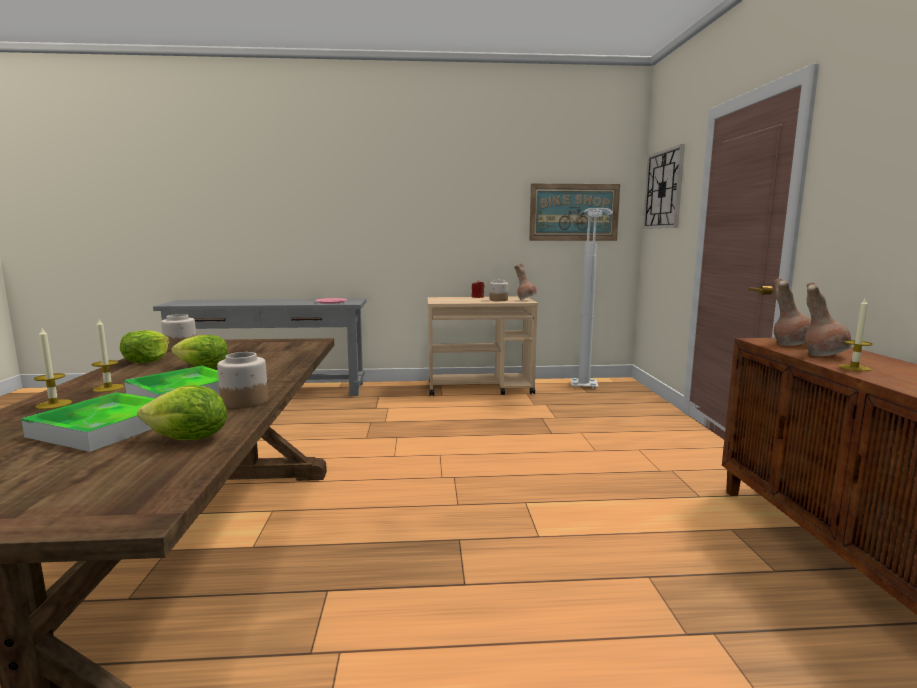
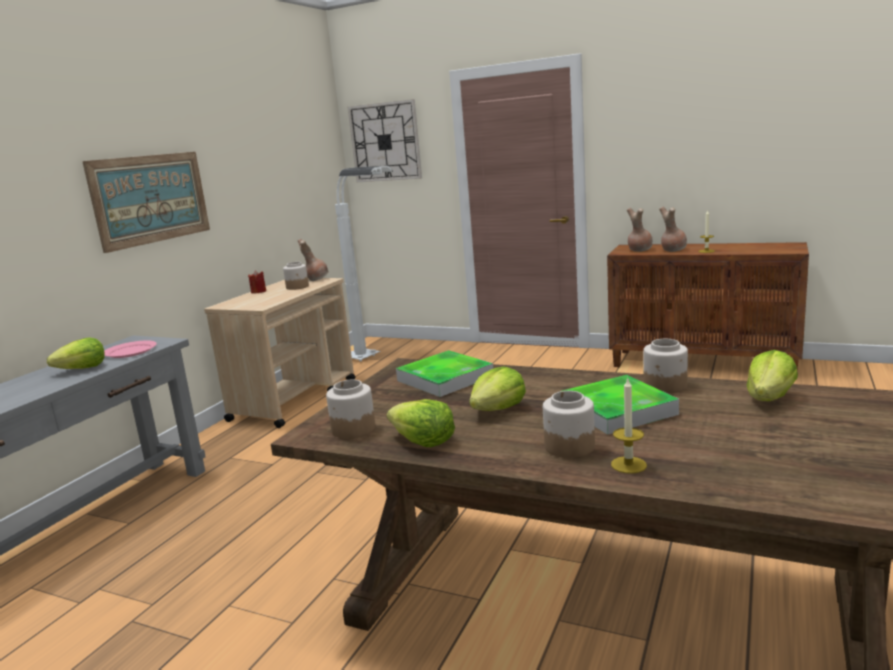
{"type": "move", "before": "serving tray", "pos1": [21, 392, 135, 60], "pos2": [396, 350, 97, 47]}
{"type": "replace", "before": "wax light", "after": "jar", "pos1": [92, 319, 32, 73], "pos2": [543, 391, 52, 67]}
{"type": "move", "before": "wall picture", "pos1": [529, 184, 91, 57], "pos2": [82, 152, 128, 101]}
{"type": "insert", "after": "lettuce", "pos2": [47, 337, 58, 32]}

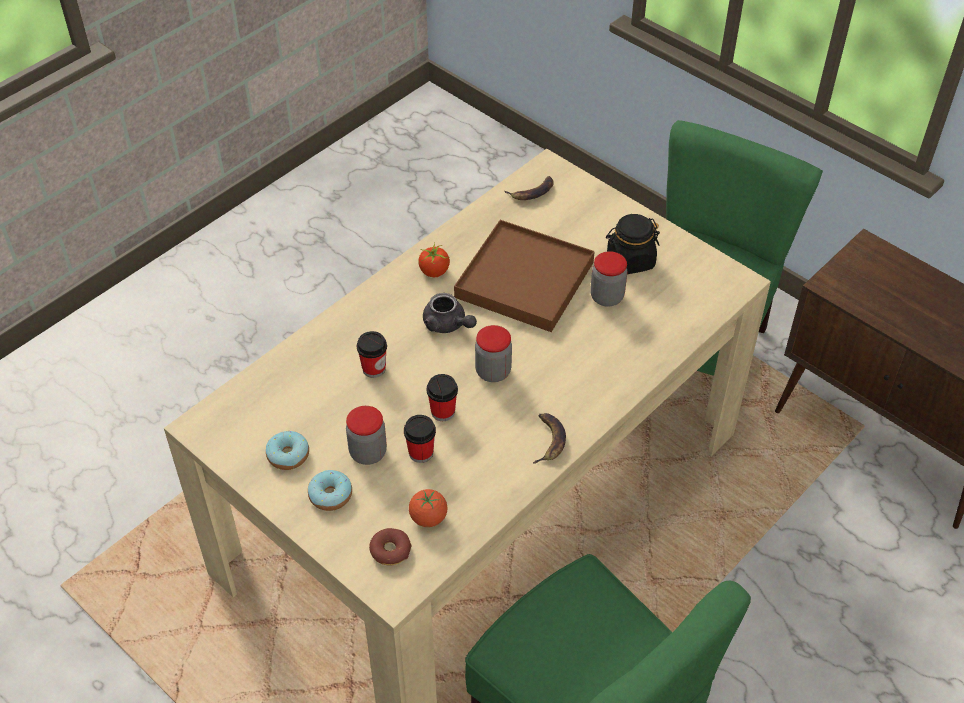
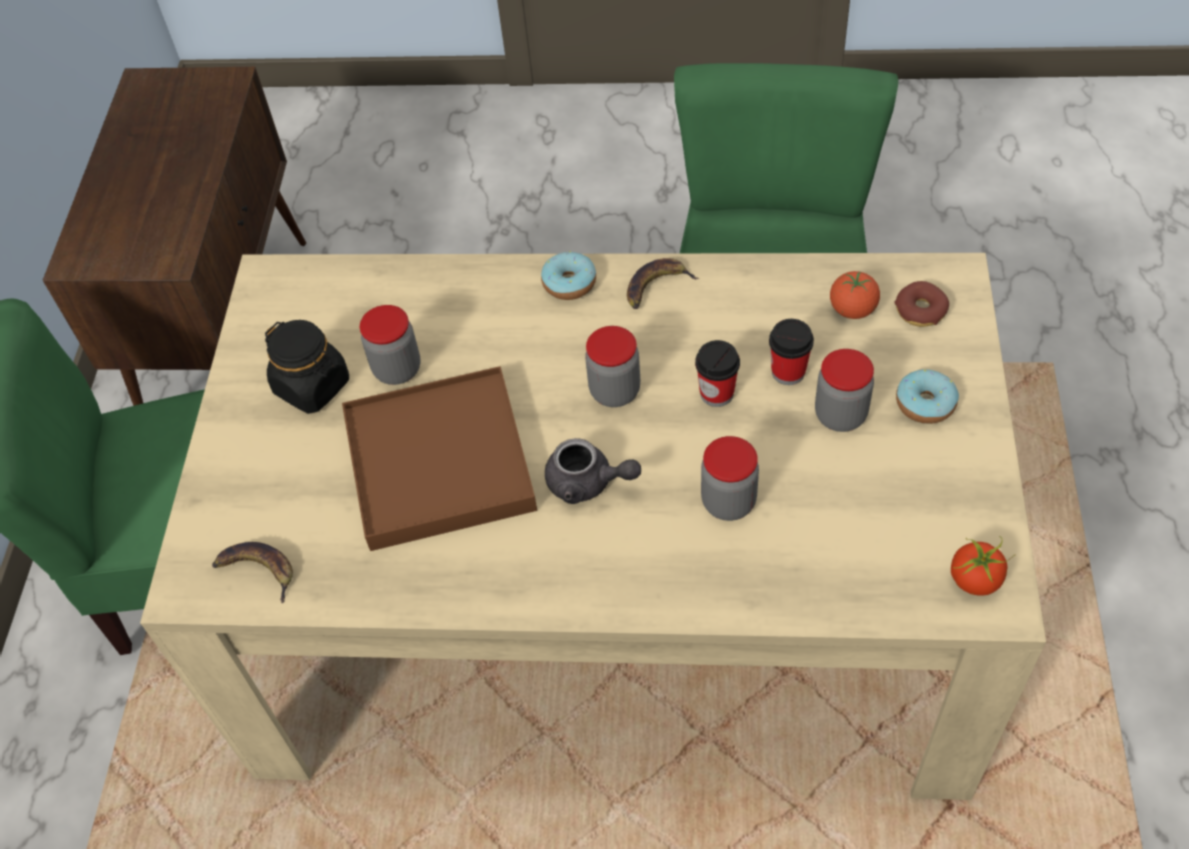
{"type": "move", "before": "donut", "pos1": [266, 431, 43, 39], "pos2": [541, 251, 55, 49]}
{"type": "replace", "before": "small cup", "after": "jar", "pos1": [357, 331, 30, 47], "pos2": [701, 436, 58, 85]}
{"type": "move", "before": "tomato", "pos1": [418, 243, 32, 35], "pos2": [951, 536, 64, 59]}
{"type": "rotate", "before": "greyish teapot", "pos1": [423, 293, 54, 40], "pos2": [545, 438, 96, 66], "turn": 105}

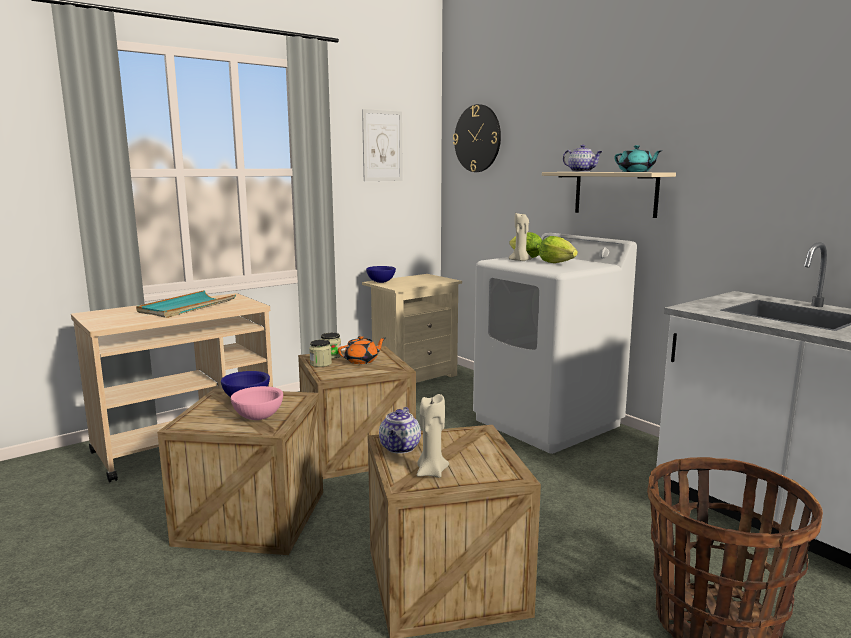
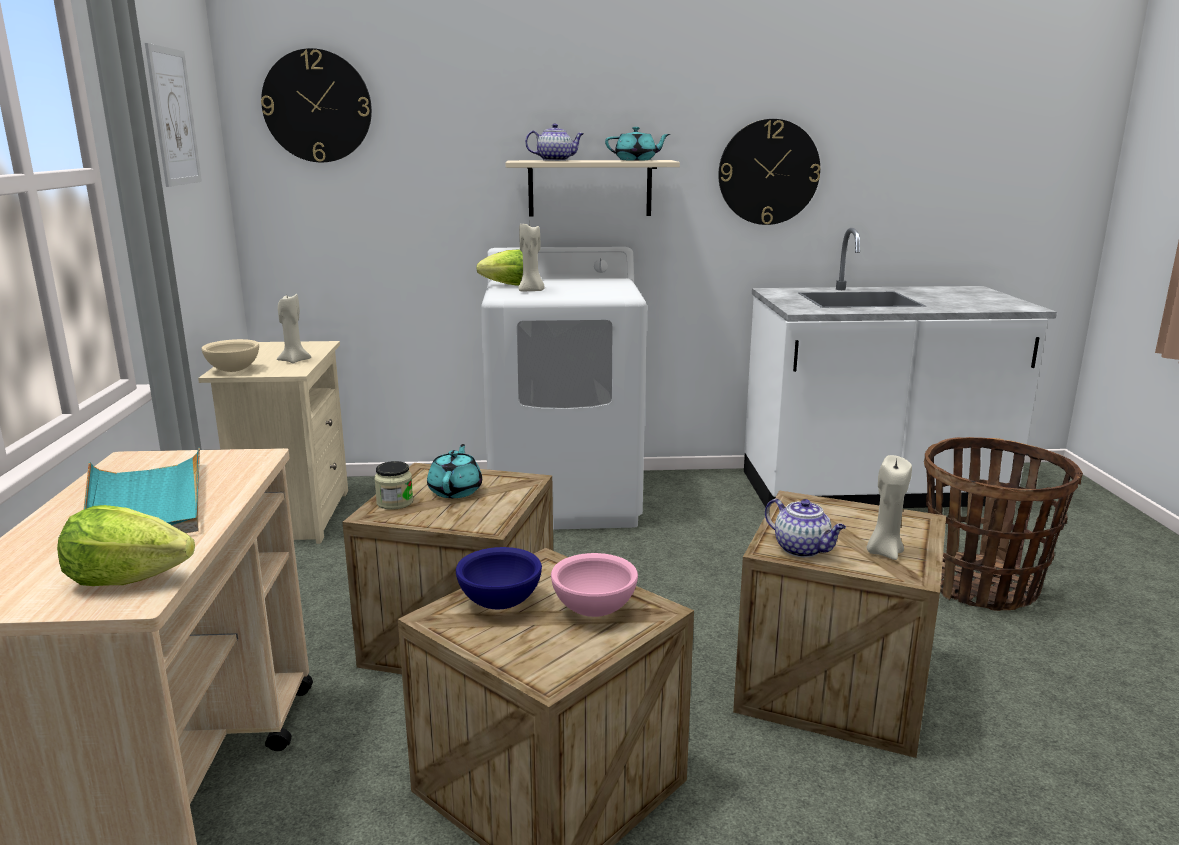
{"type": "delete", "before": "jar", "pos1": [309, 340, 23, 27]}
{"type": "recolor", "before": "orangey teapot", "after": "blue-green teapot", "pos1": [338, 336, 47, 28], "pos2": [427, 444, 55, 54]}
{"type": "recolor", "before": "blue-coloured serving bowl", "after": "beige-coloured serving bowl", "pos1": [366, 266, 30, 17], "pos2": [202, 339, 57, 33]}
{"type": "move", "before": "lettuce", "pos1": [539, 236, 39, 27], "pos2": [57, 505, 138, 81]}
{"type": "insert", "after": "beige-coloured wax light", "pos2": [277, 294, 34, 70]}
{"type": "insert", "after": "hanging clock", "pos2": [718, 119, 102, 106]}

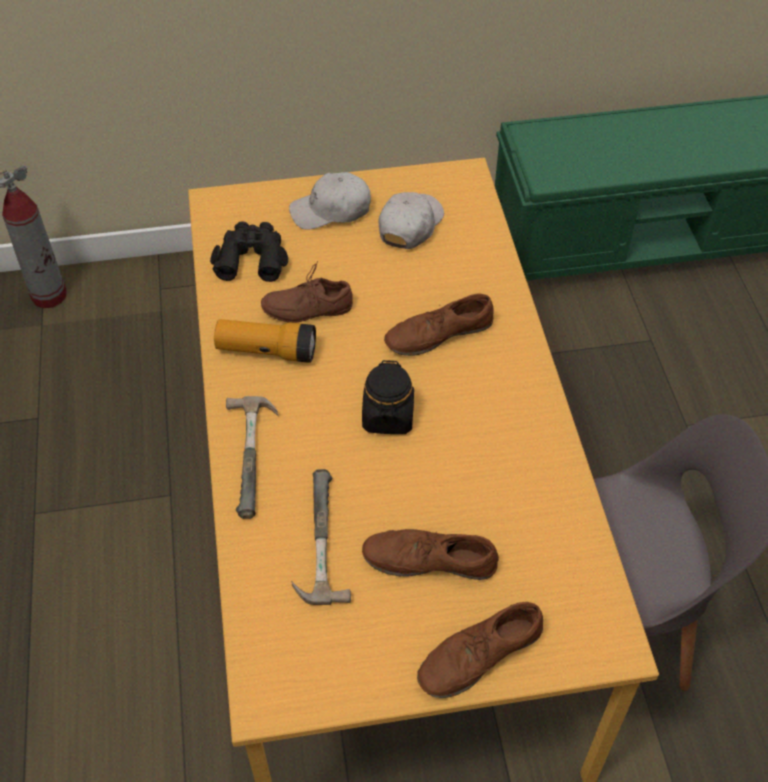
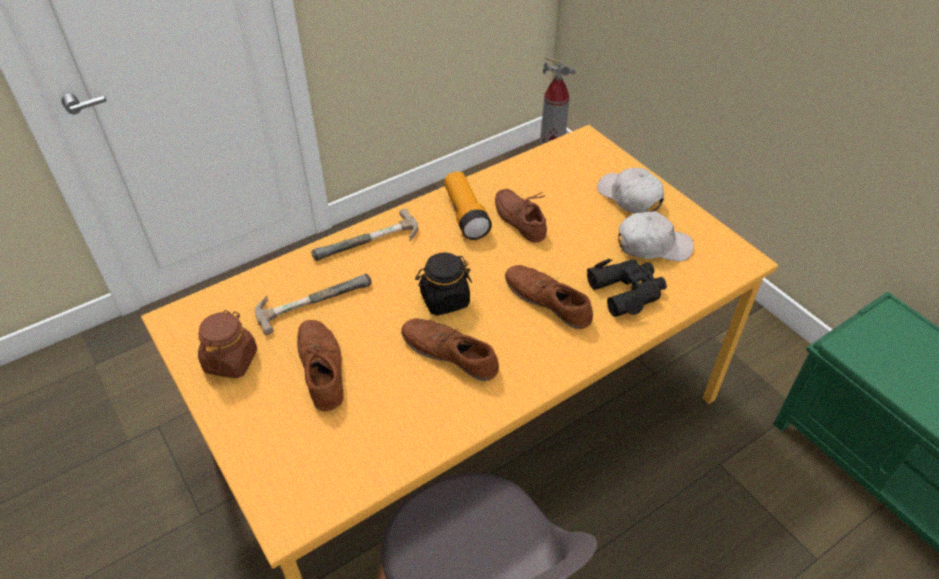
{"type": "move", "before": "blackish pair of binoculars", "pos1": [210, 221, 78, 61], "pos2": [587, 259, 80, 58]}
{"type": "move", "before": "brown-coloured low shoe", "pos1": [417, 602, 126, 96], "pos2": [401, 318, 98, 63]}
{"type": "insert", "after": "brown-coloured jar", "pos2": [198, 310, 59, 68]}

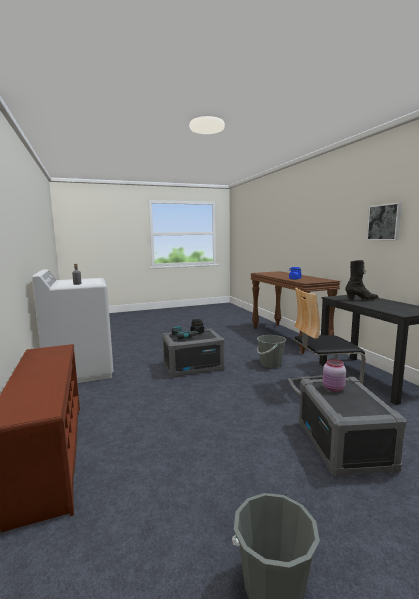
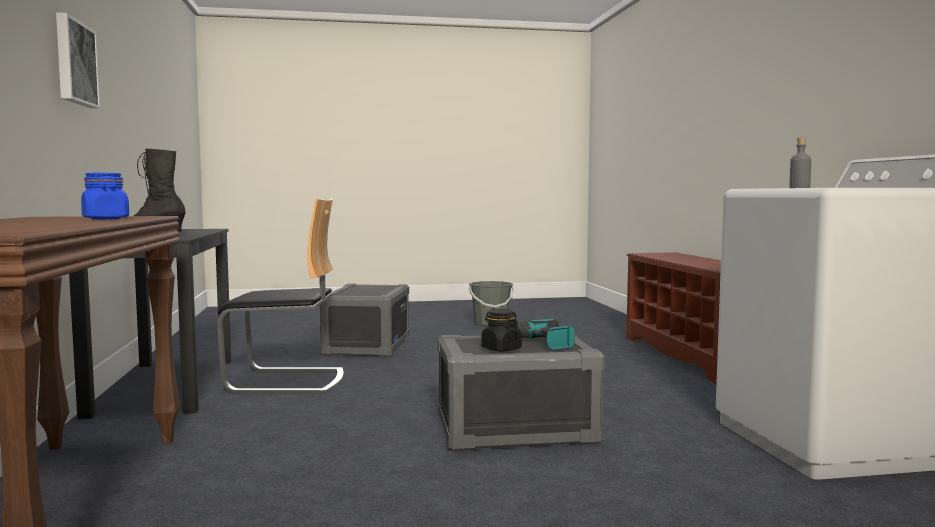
{"type": "delete", "before": "greyish pail", "pos1": [257, 335, 30, 33]}
{"type": "delete", "before": "pink jar", "pos1": [323, 359, 23, 33]}

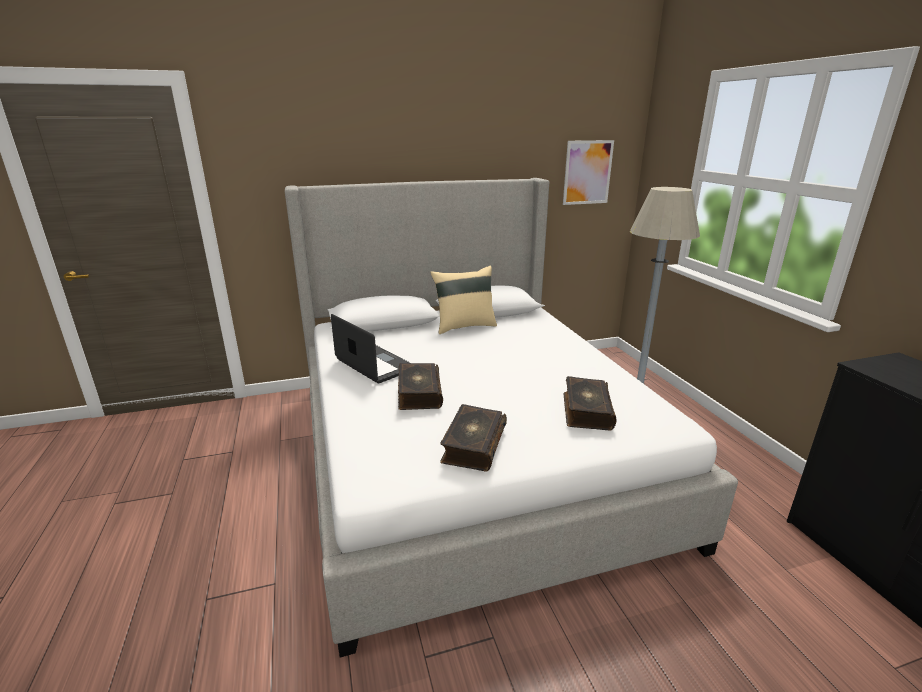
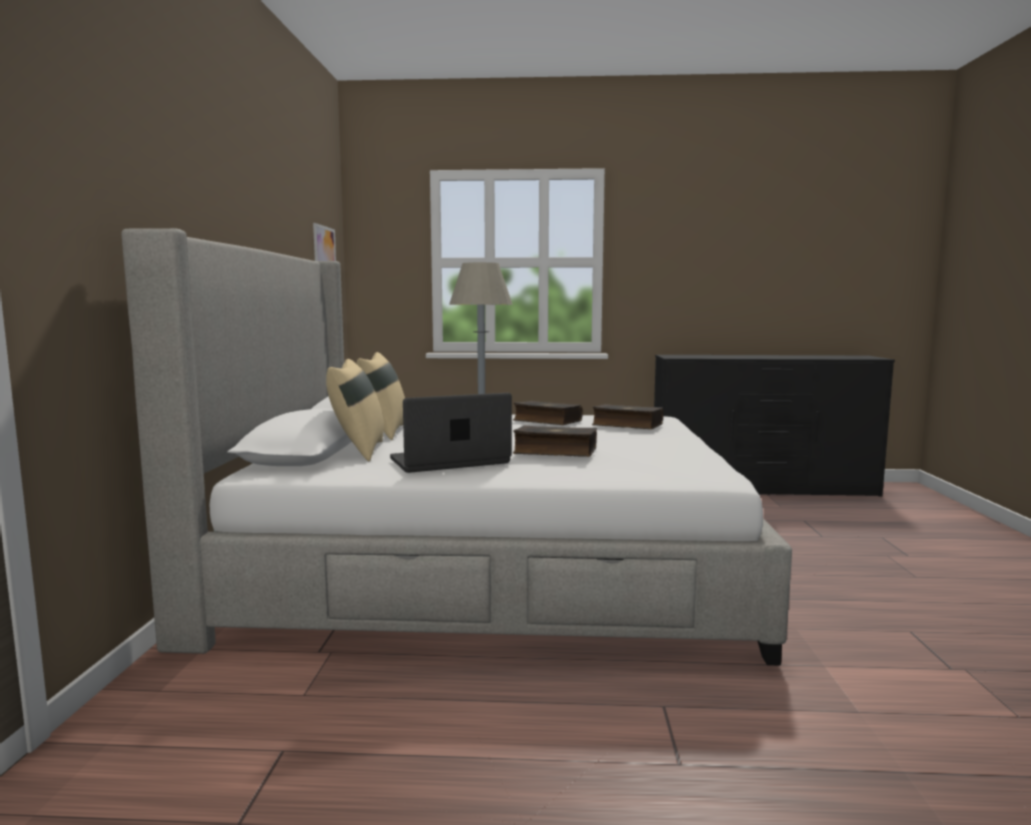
{"type": "move", "before": "bound book", "pos1": [440, 404, 67, 68], "pos2": [513, 401, 70, 24]}
{"type": "insert", "after": "beige-coloured throw pillow", "pos2": [326, 359, 58, 102]}

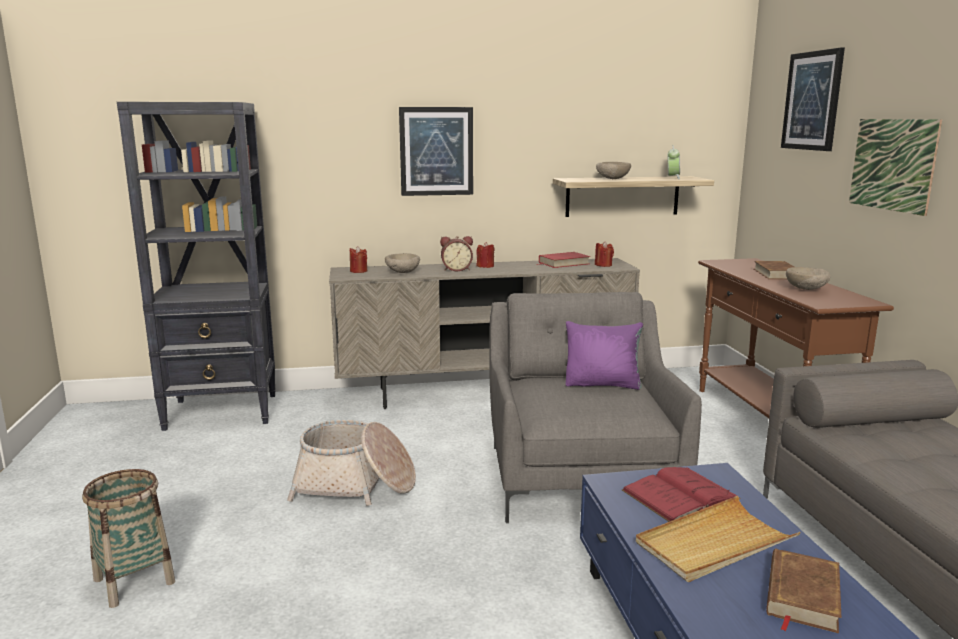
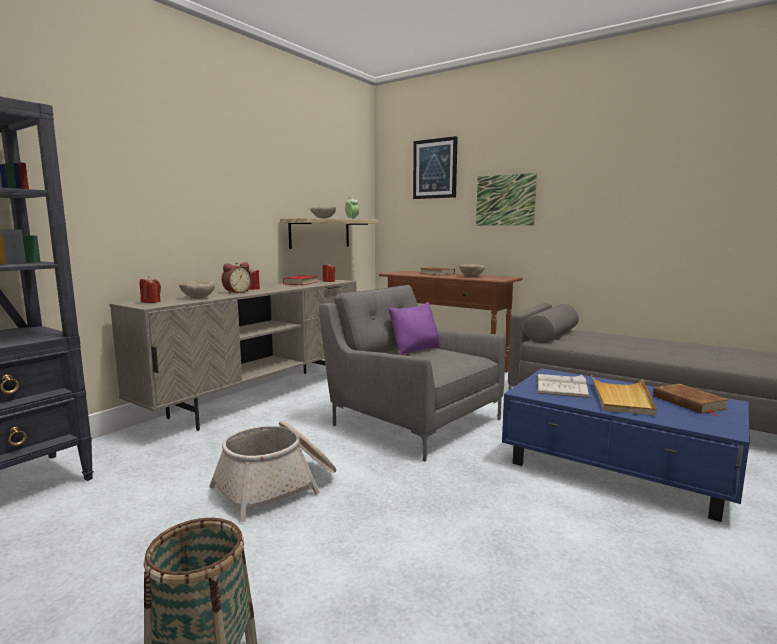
{"type": "delete", "before": "wall picture", "pos1": [399, 107, 74, 89]}
{"type": "recolor", "before": "red bound book", "after": "whitish bound book", "pos1": [622, 467, 119, 55], "pos2": [537, 374, 53, 24]}

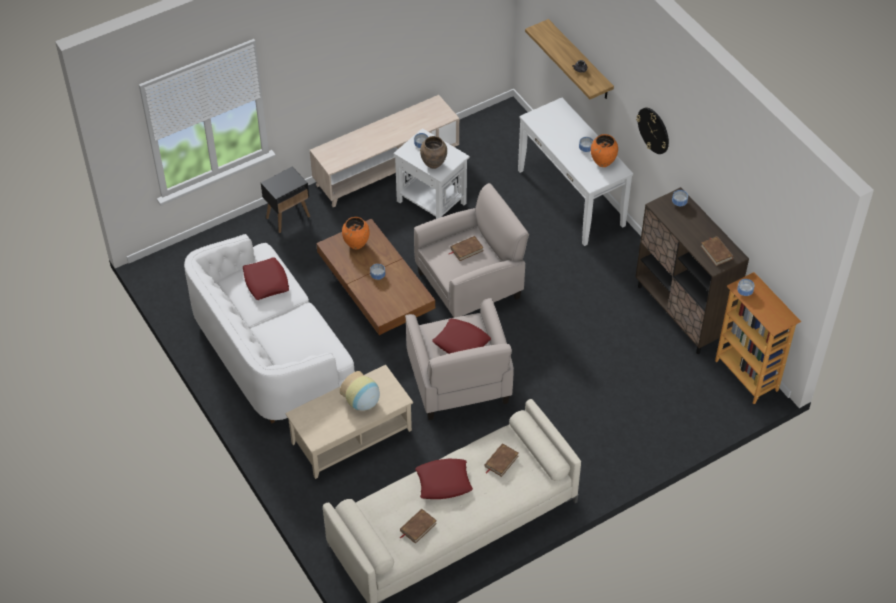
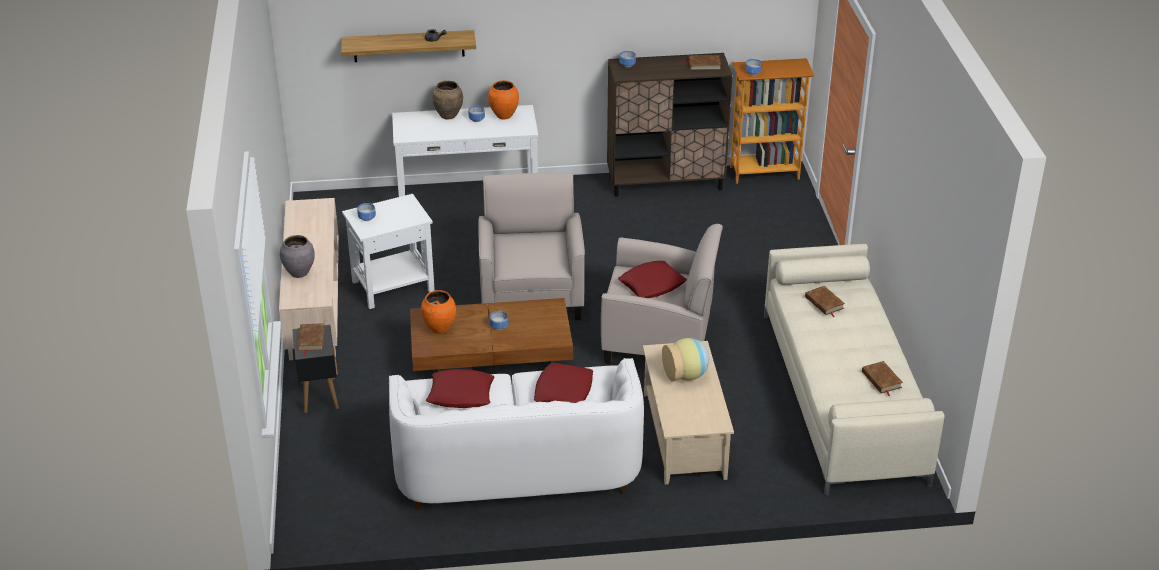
{"type": "move", "before": "red throw pillow", "pos1": [415, 459, 58, 40], "pos2": [534, 363, 59, 40]}
{"type": "move", "before": "brown-coloured flower vase", "pos1": [420, 136, 27, 33], "pos2": [432, 81, 31, 39]}
{"type": "move", "before": "brown-coloured bound book", "pos1": [448, 236, 36, 25], "pos2": [298, 323, 26, 32]}
{"type": "delete", "before": "hanging clock", "pos1": [636, 107, 33, 47]}
{"type": "insert", "after": "greyish flower vase", "pos2": [280, 235, 35, 43]}

